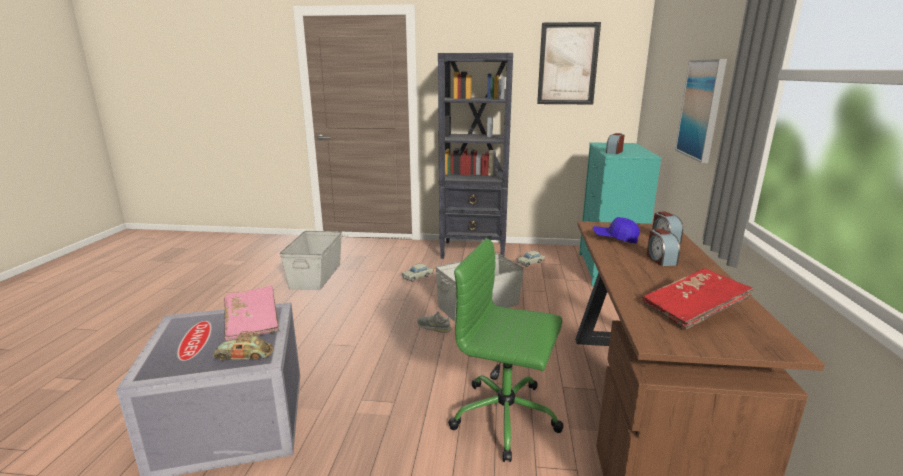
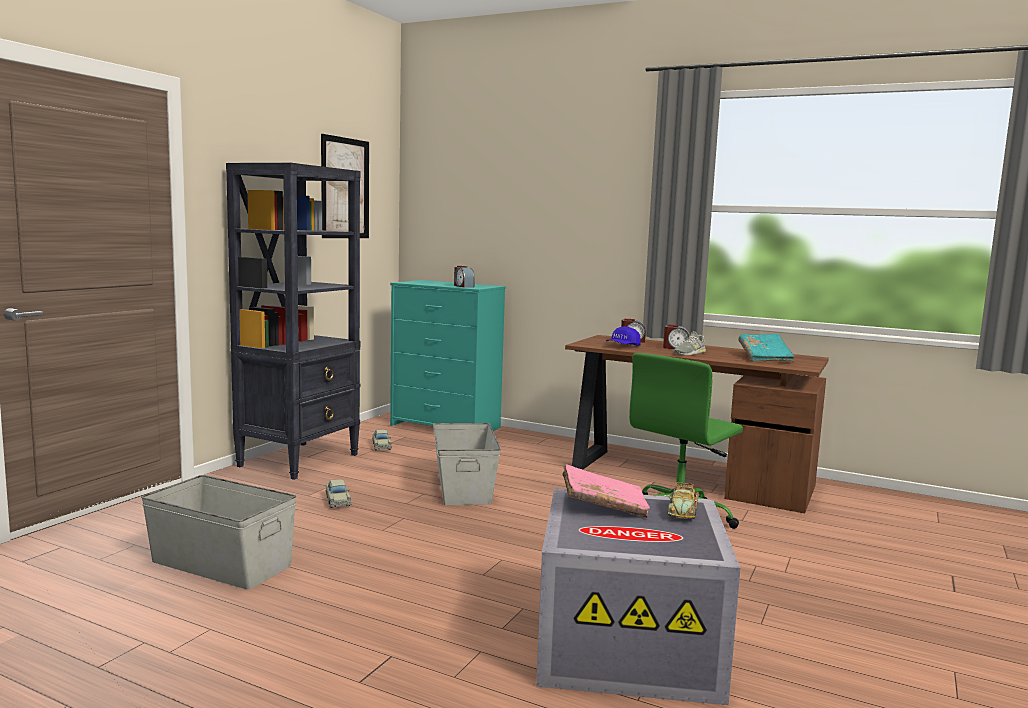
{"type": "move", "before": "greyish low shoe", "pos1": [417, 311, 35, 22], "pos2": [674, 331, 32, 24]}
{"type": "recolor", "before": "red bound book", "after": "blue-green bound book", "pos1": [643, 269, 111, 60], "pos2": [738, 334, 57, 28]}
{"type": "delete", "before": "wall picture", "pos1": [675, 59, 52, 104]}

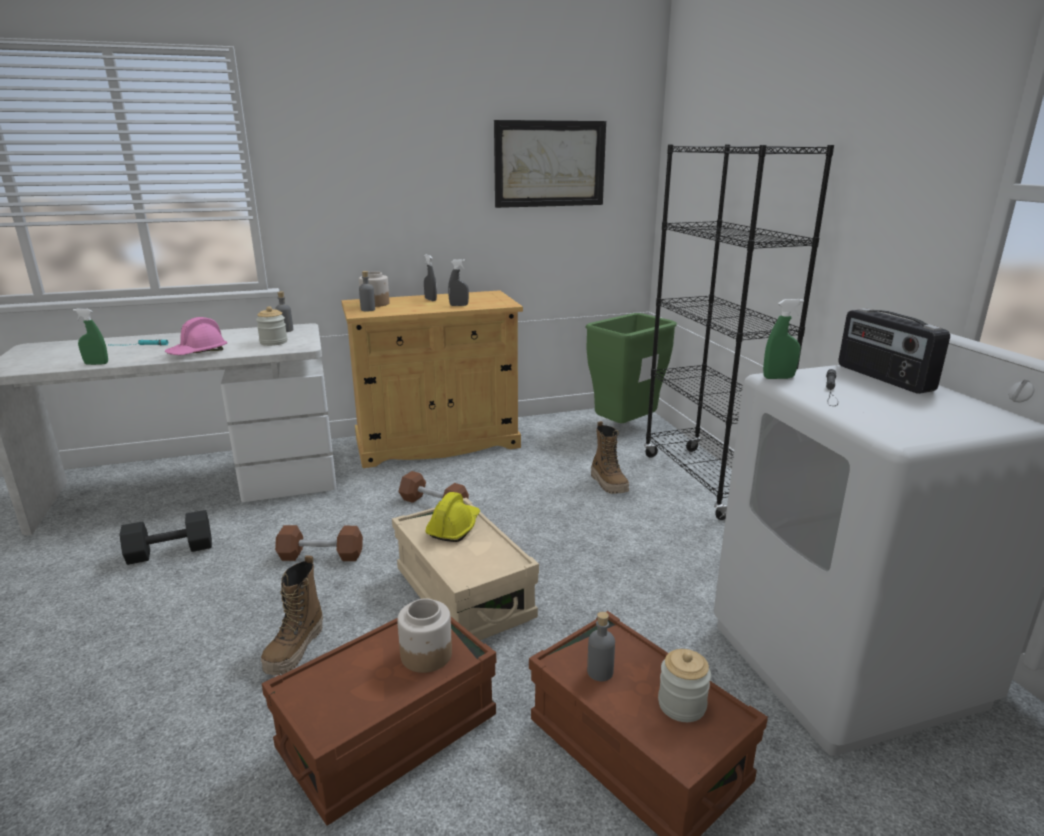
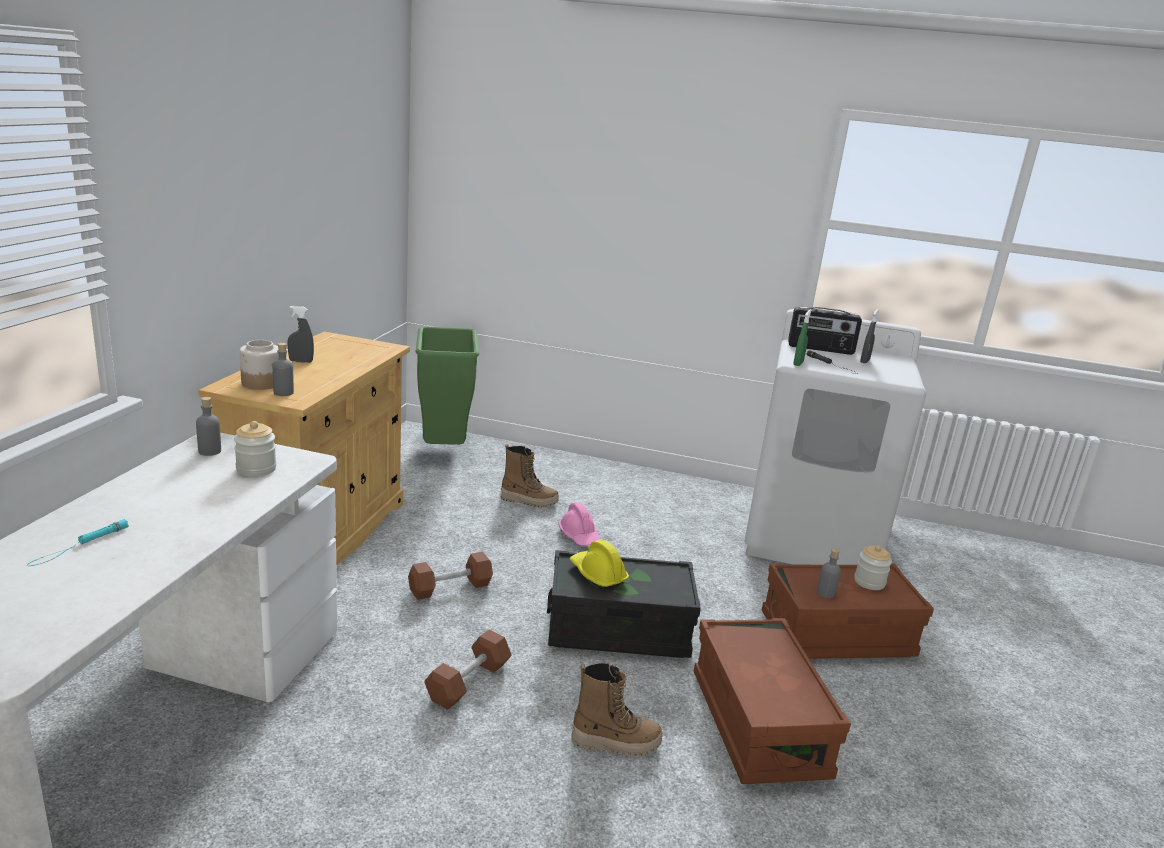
{"type": "delete", "before": "greenish spray bottle", "pos1": [73, 309, 35, 56]}
{"type": "delete", "before": "blackish hand weight", "pos1": [119, 510, 93, 55]}
{"type": "move", "before": "pink hard hat", "pos1": [165, 317, 62, 38], "pos2": [558, 502, 43, 43]}
{"type": "rotate", "before": "boot", "pos1": [261, 555, 62, 121], "pos2": [571, 663, 91, 93], "turn": -45}
{"type": "recolor", "before": "beige-coloured storage container", "after": "blackish storage container", "pos1": [392, 498, 147, 142], "pos2": [547, 550, 154, 108]}
{"type": "delete", "before": "jar", "pos1": [397, 598, 55, 75]}
{"type": "move", "before": "greyish spray bottle", "pos1": [448, 259, 21, 47], "pos2": [860, 309, 19, 54]}
{"type": "delete", "before": "wall picture", "pos1": [494, 120, 112, 88]}
{"type": "delete", "before": "blackish bookshelf", "pos1": [644, 145, 190, 375]}

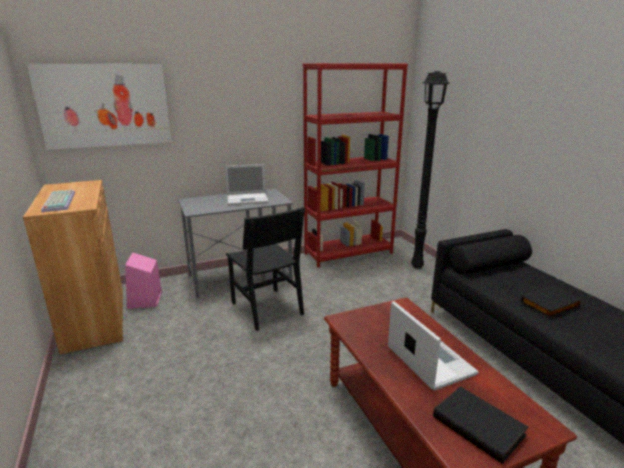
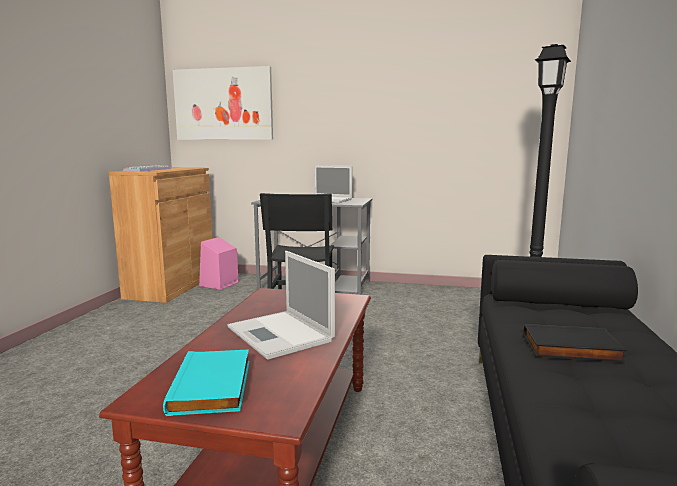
{"type": "delete", "before": "red bookshelf", "pos1": [303, 63, 105, 204]}
{"type": "rotate", "before": "notebook computer", "pos1": [388, 301, 91, 90], "pos2": [227, 251, 108, 109], "turn": 135}
{"type": "recolor", "before": "blackish bound book", "after": "blue-green bound book", "pos1": [433, 386, 96, 78], "pos2": [163, 349, 87, 67]}

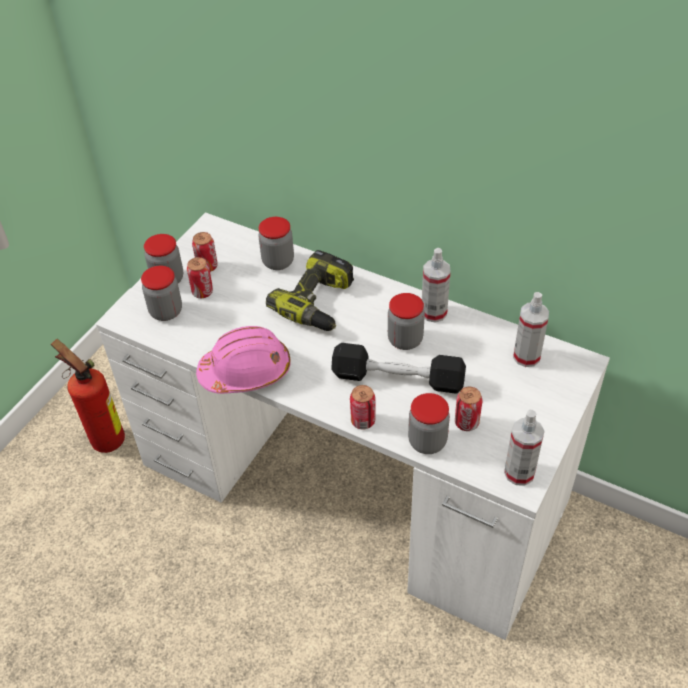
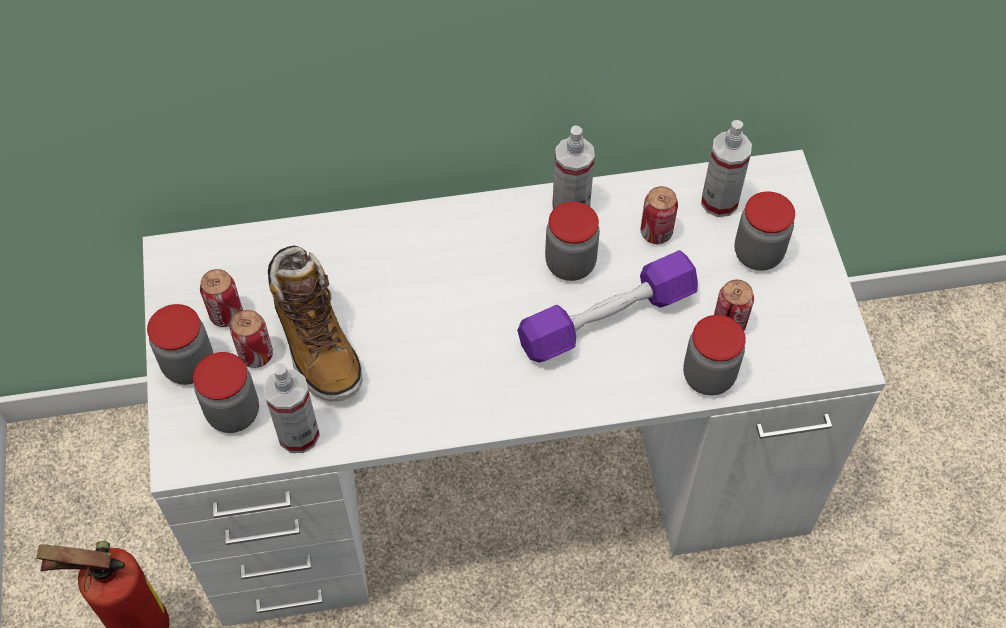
{"type": "delete", "before": "pink hard hat", "pos1": [196, 326, 95, 68]}
{"type": "move", "before": "jar", "pos1": [258, 217, 36, 53], "pos2": [734, 192, 61, 79]}
{"type": "delete", "before": "electric drill", "pos1": [266, 250, 88, 81]}
{"type": "recolor", "before": "blackish hand weight", "after": "purple hand weight", "pos1": [331, 343, 135, 51], "pos2": [517, 250, 181, 112]}
{"type": "move", "before": "metal can", "pos1": [350, 385, 26, 44], "pos2": [640, 186, 38, 58]}
{"type": "move", "before": "spray bottle", "pos1": [504, 410, 41, 76], "pos2": [263, 363, 57, 90]}
{"type": "insert", "after": "boot", "pos2": [268, 246, 94, 155]}

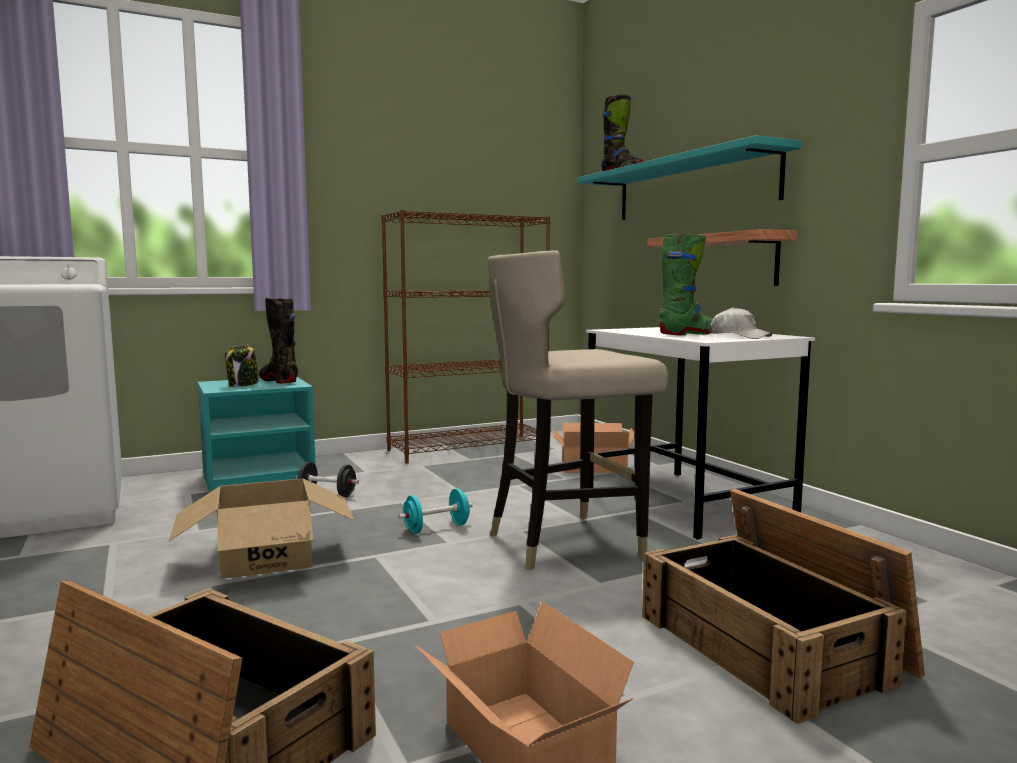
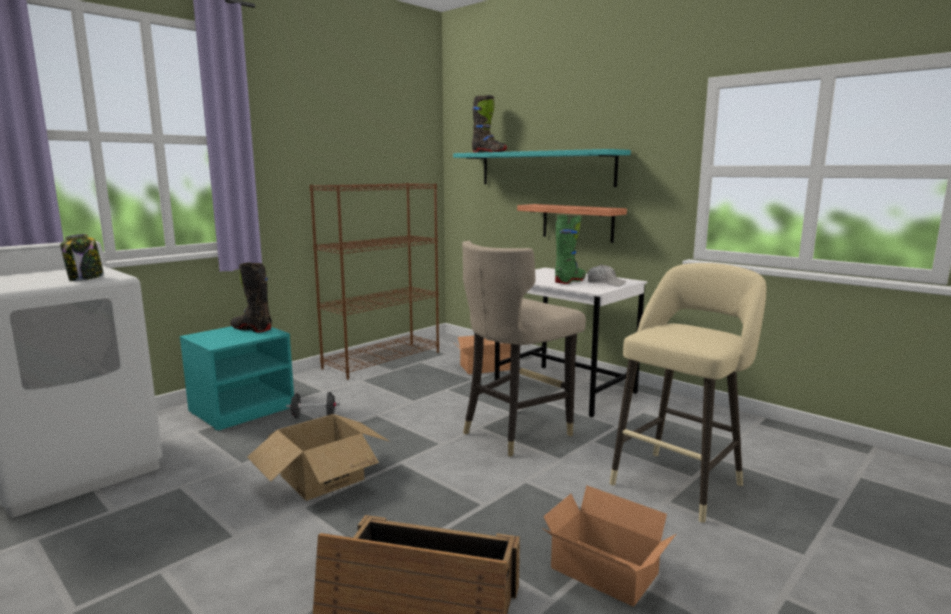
{"type": "move", "before": "jar", "pos1": [225, 344, 34, 43], "pos2": [60, 234, 44, 47]}
{"type": "delete", "before": "blue-green hand weight", "pos1": [399, 488, 74, 46]}
{"type": "replace", "before": "crate", "after": "beige-coloured sitting stool", "pos1": [642, 489, 283, 235], "pos2": [610, 263, 157, 260]}

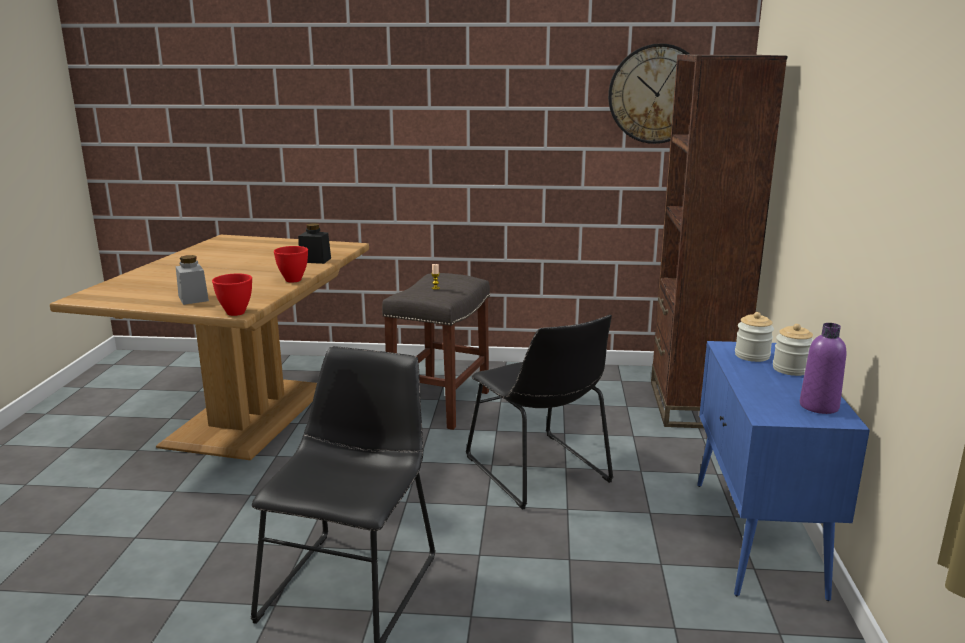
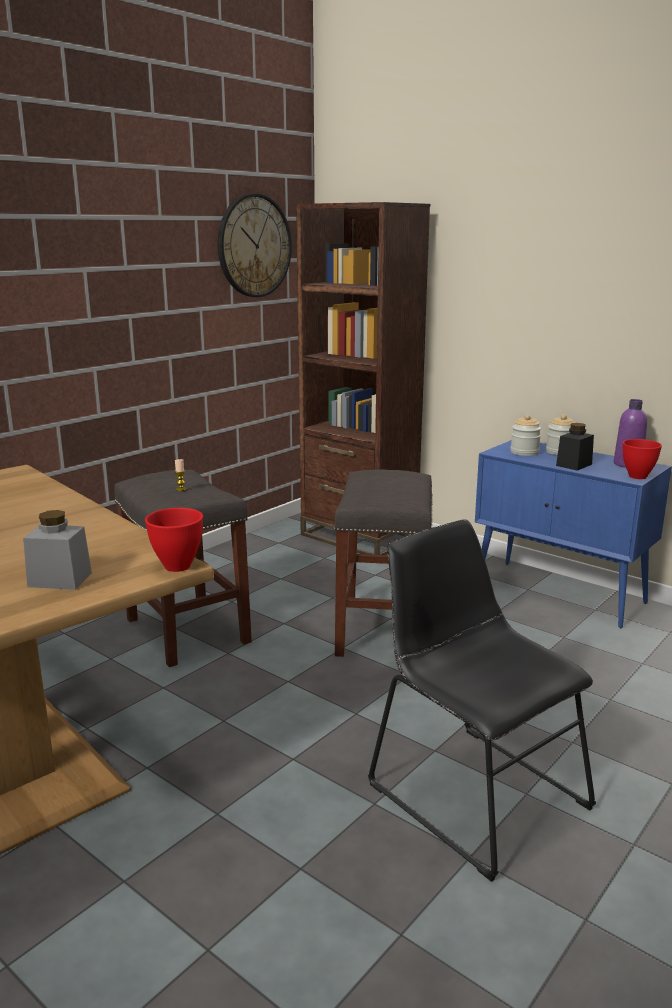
{"type": "move", "before": "red serving bowl", "pos1": [274, 246, 34, 37], "pos2": [623, 439, 39, 40]}
{"type": "move", "before": "blackish jar", "pos1": [298, 223, 33, 41], "pos2": [556, 423, 38, 48]}
{"type": "replace", "before": "blackish chair", "after": "greyish sitting stool", "pos1": [466, 315, 147, 195], "pos2": [334, 469, 99, 188]}

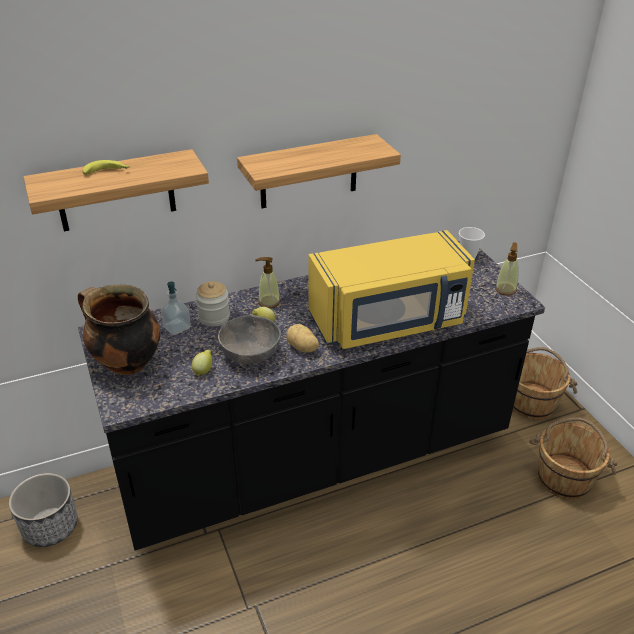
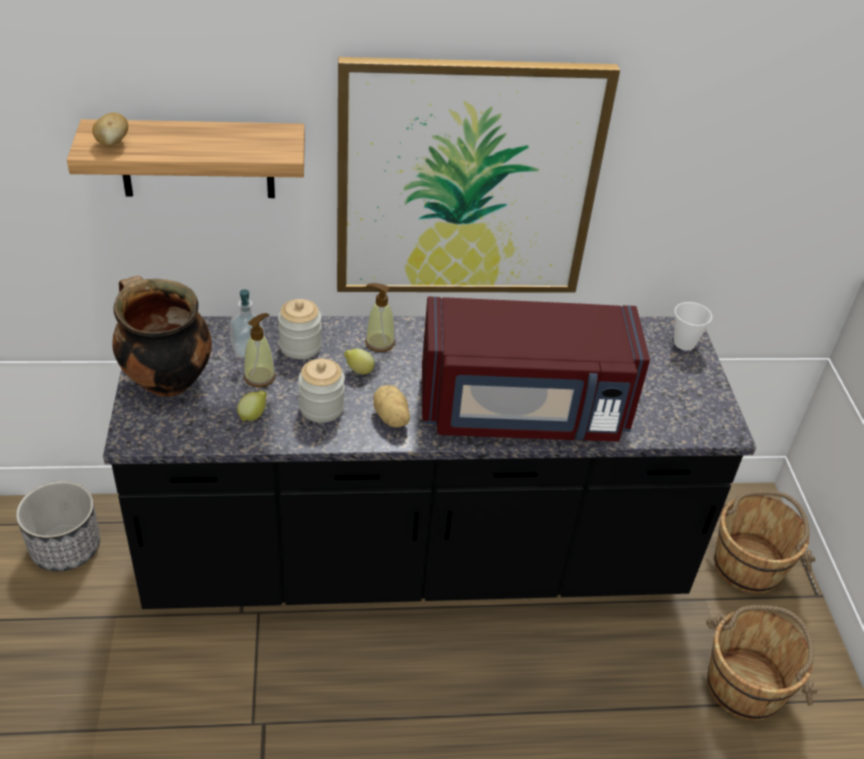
{"type": "delete", "before": "banana", "pos1": [82, 160, 48, 15]}
{"type": "replace", "before": "greyish serving bowl", "after": "jar", "pos1": [218, 315, 63, 50], "pos2": [298, 359, 47, 64]}
{"type": "replace", "before": "bracket shelf", "after": "wall picture", "pos1": [237, 134, 164, 74], "pos2": [337, 57, 283, 236]}
{"type": "recolor", "before": "yellow-coloured kitchen microwave", "after": "red kitchen microwave", "pos1": [308, 230, 167, 119], "pos2": [422, 296, 228, 146]}
{"type": "move", "before": "soap dispenser", "pos1": [495, 242, 24, 53], "pos2": [244, 313, 32, 74]}
{"type": "insert", "after": "whole potato", "pos2": [92, 113, 36, 33]}

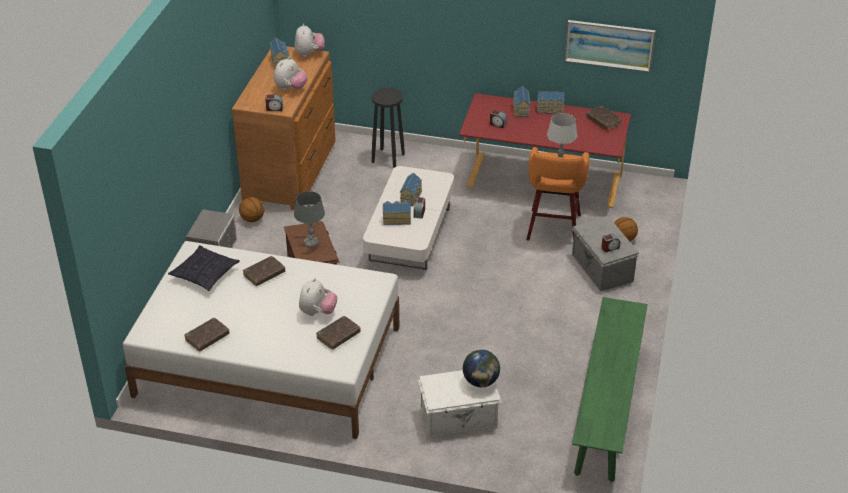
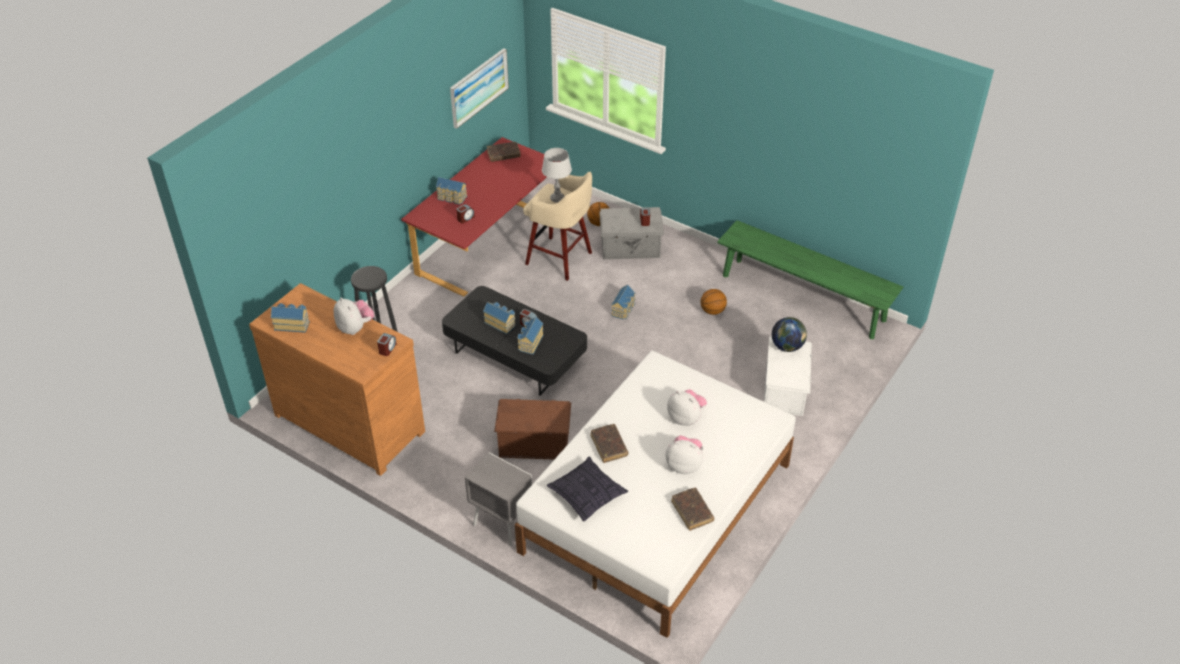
{"type": "move", "before": "ball for basketball", "pos1": [239, 197, 25, 25], "pos2": [701, 289, 26, 26]}
{"type": "move", "before": "cuddly toy", "pos1": [294, 24, 31, 33], "pos2": [665, 436, 38, 38]}
{"type": "delete", "before": "greyish table lamp", "pos1": [294, 191, 31, 56]}
{"type": "delete", "before": "brown-coloured bound book", "pos1": [316, 316, 45, 34]}
{"type": "recolor", "before": "whitish low table", "after": "blackish low table", "pos1": [363, 166, 91, 104], "pos2": [442, 286, 145, 109]}
{"type": "recolor", "before": "orangey sitting stool", "after": "beige-coloured sitting stool", "pos1": [526, 147, 63, 93], "pos2": [523, 172, 69, 109]}
{"type": "move", "before": "toy house", "pos1": [537, 91, 27, 23], "pos2": [611, 285, 24, 35]}

